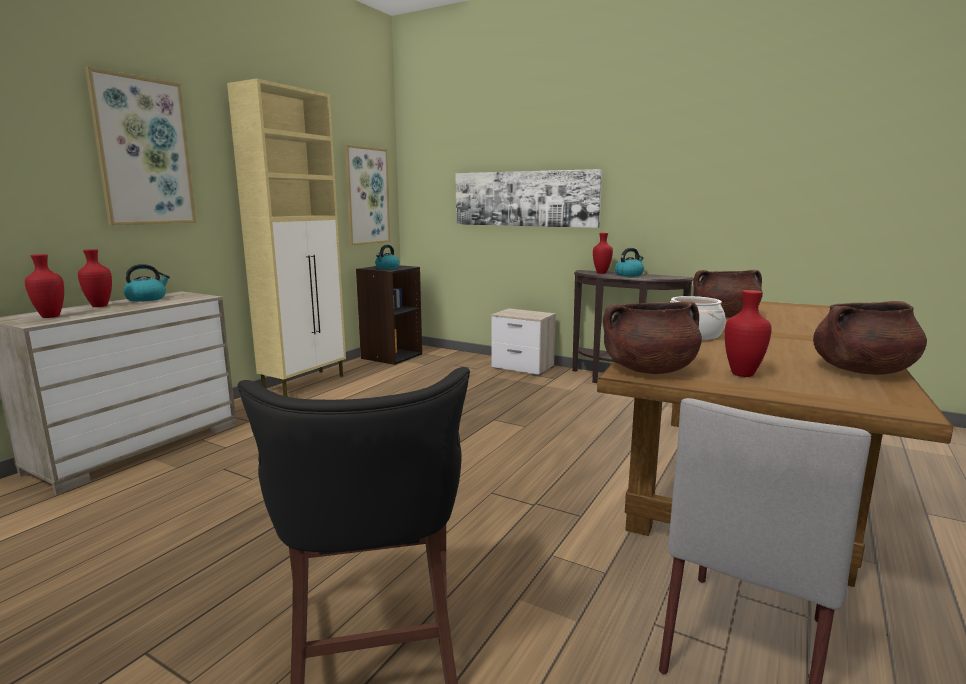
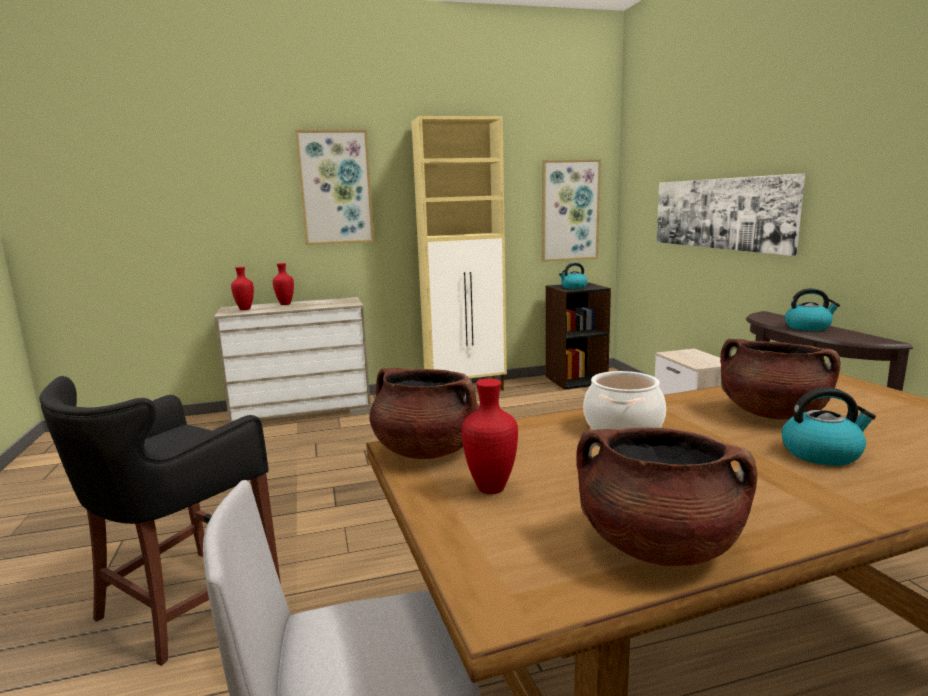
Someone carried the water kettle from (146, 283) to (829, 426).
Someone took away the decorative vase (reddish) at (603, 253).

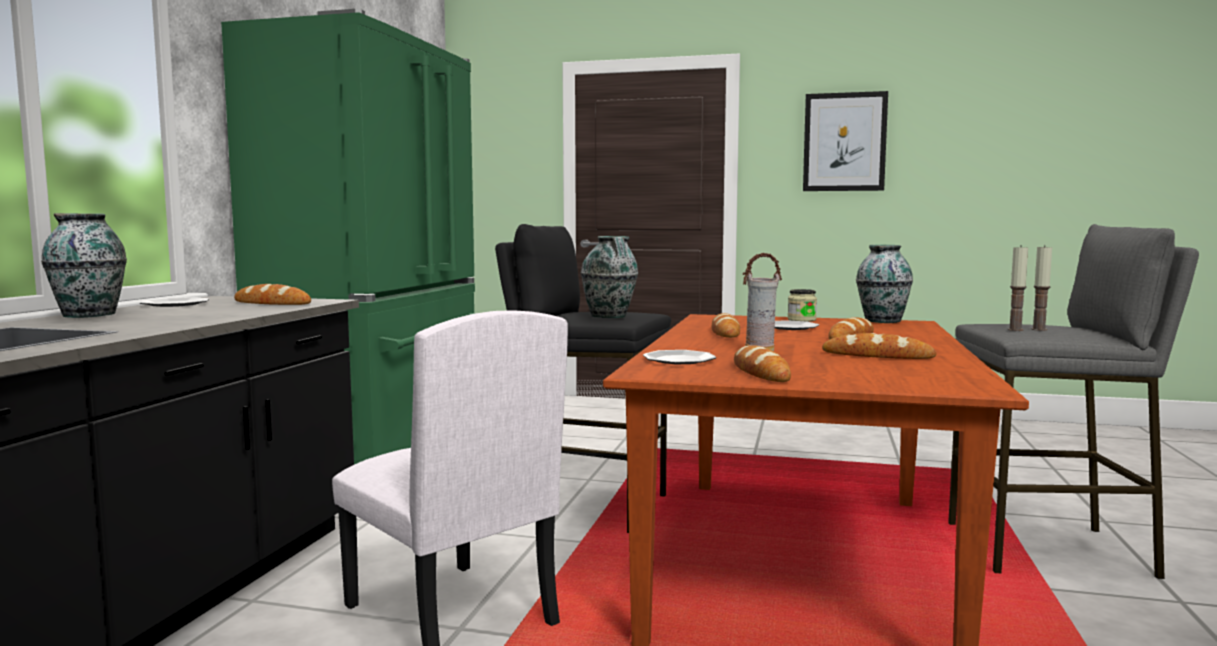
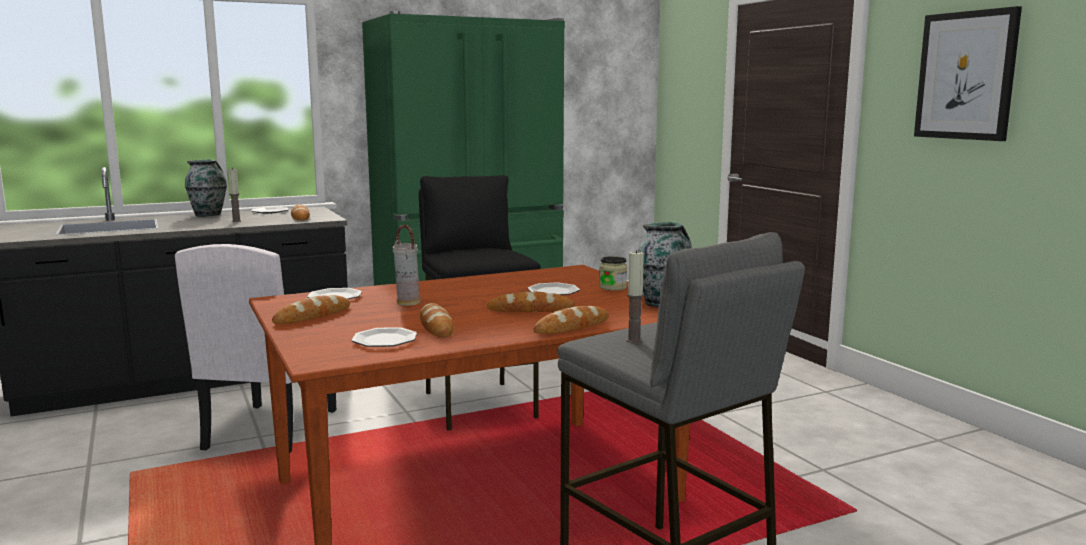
Someone took away the decorative vase at (609, 277).
Someone carried the bakery bread from (726, 325) to (571, 320).
Someone carried the wax light from (1018, 288) to (234, 195).
Someone put down the dinner plate at (384, 337).

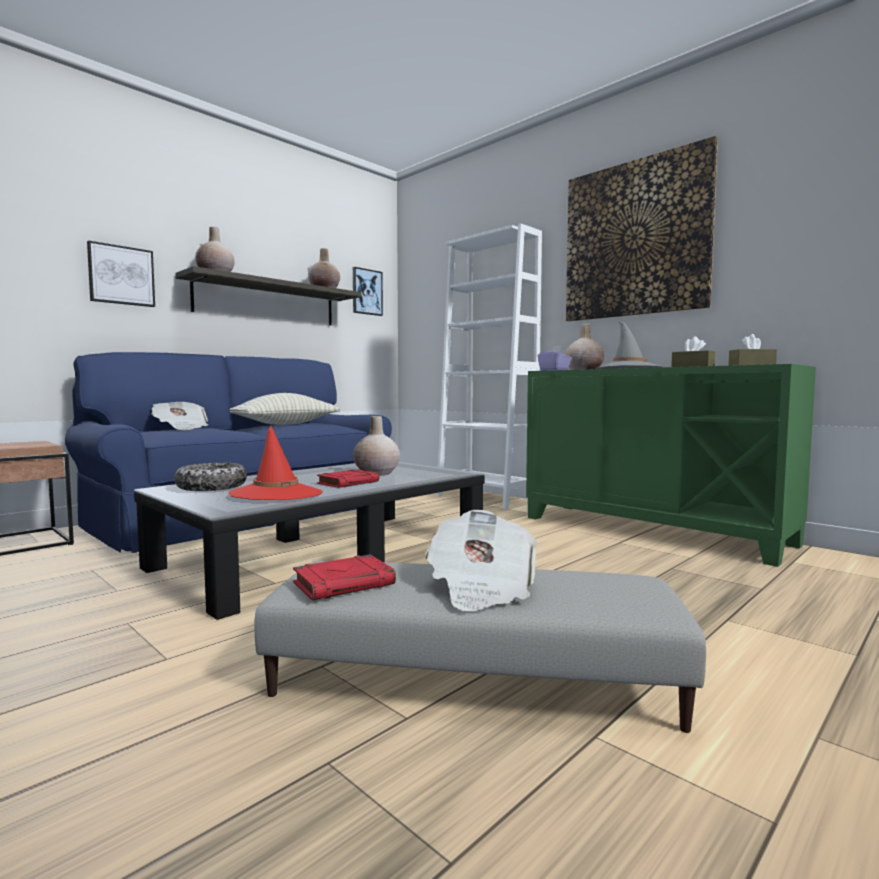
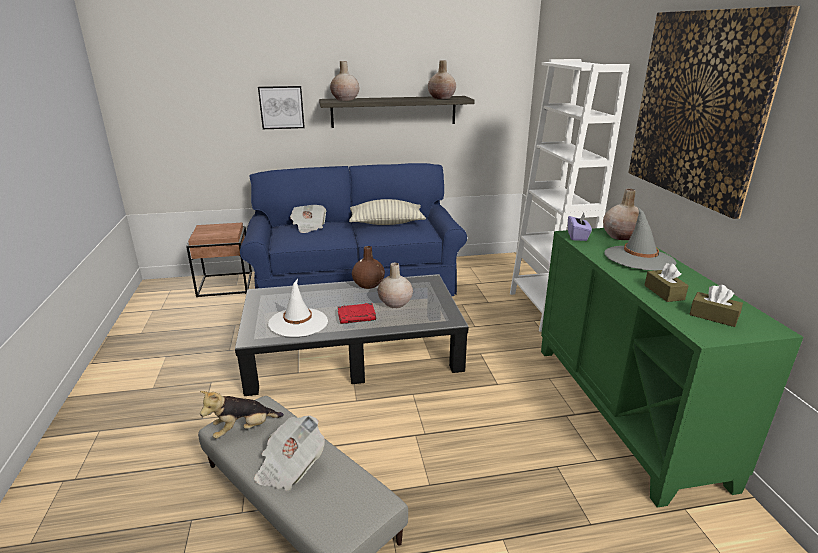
Someone took away the deep dish at (210, 477).
Someone repainted the wearable hat (reddish) at (275, 463), which became the wearable hat (whitish) at (298, 308).
Someone swapped the volume (reddish) at (344, 578) for the cuddly toy at (242, 415).
Someone took away the wall picture at (368, 291).
Someone put down the decorative vase (brown-coloured) at (368, 267).

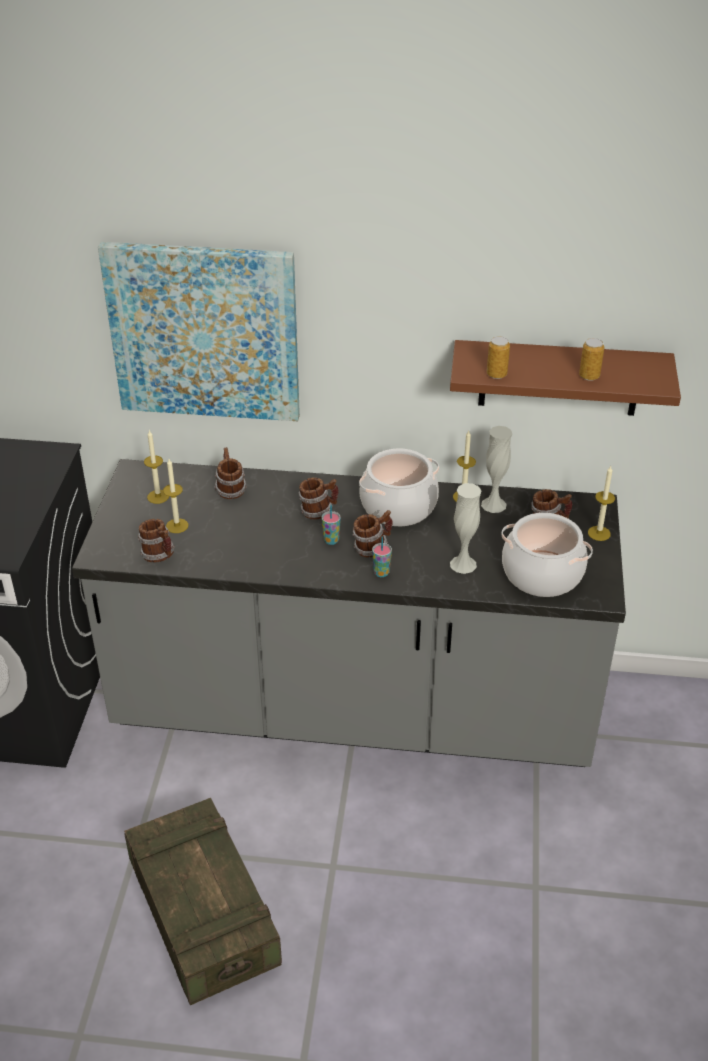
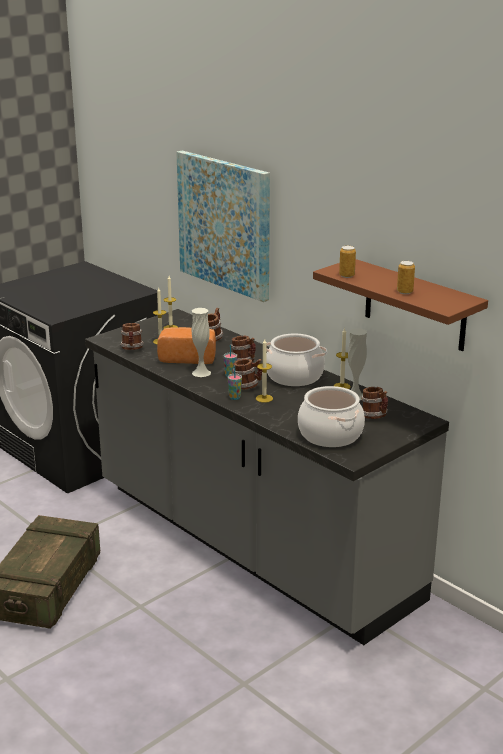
Someone carried the decorative vase (whitish) from (465, 528) to (201, 342).
Someone carried the wax light from (601, 503) to (264, 371).
Someone put down the bakery bread at (186, 345).

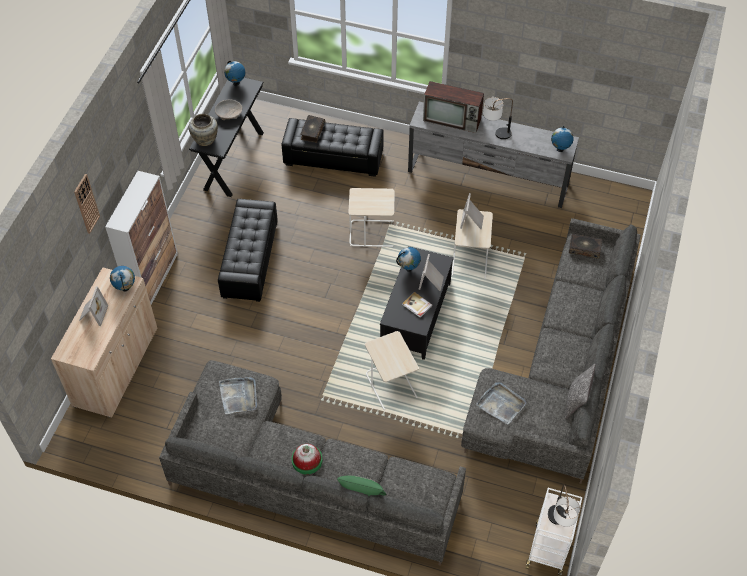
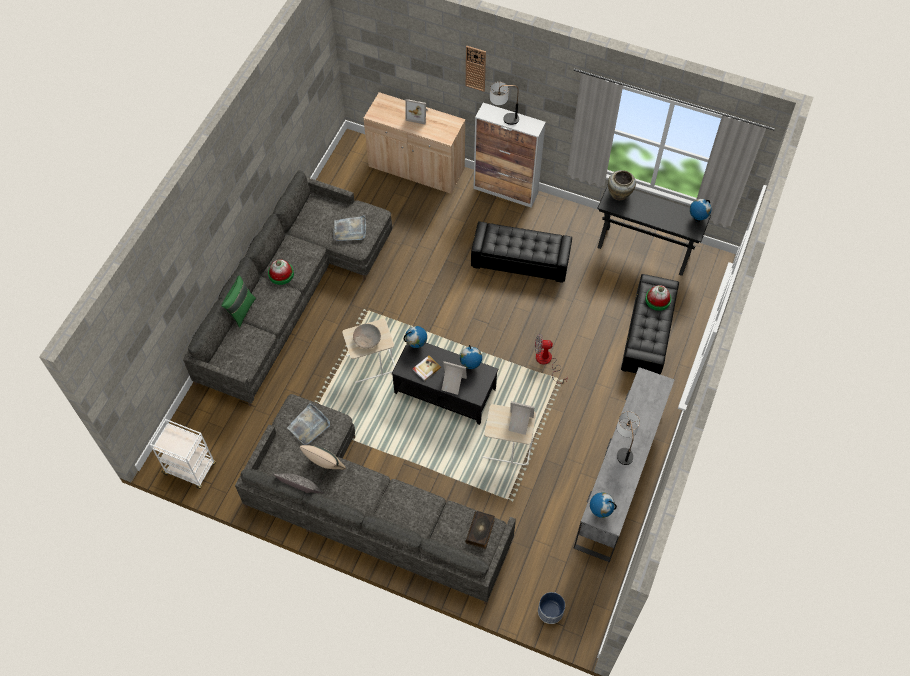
Someone carried the desk globe from (122, 279) to (415, 337).
Someone carried the deep dish (beige-coloured) from (228, 110) to (367, 336).
Someone swapped the volume at (312, 129) for the wearable hat at (658, 298).
Someone swapped the side table (beige-coloured) at (371, 217) for the fan at (551, 359).
Someone took away the television at (453, 107).
Someone carried the tabletop lamp from (564, 505) to (504, 103).
Someone put down the cushion (beige-coloured) at (323, 457).
Someone put down the plant pot at (551, 608).

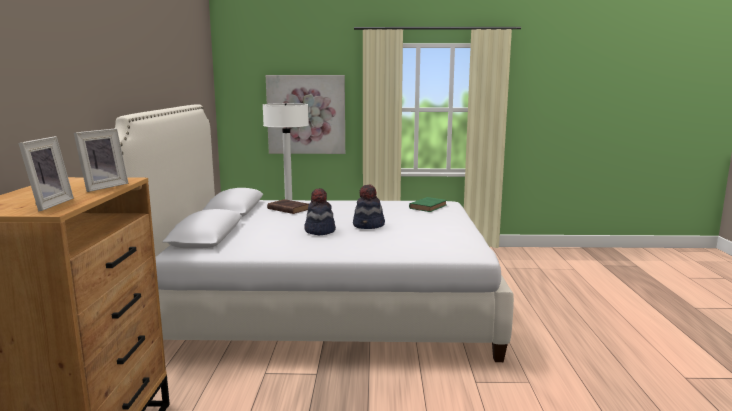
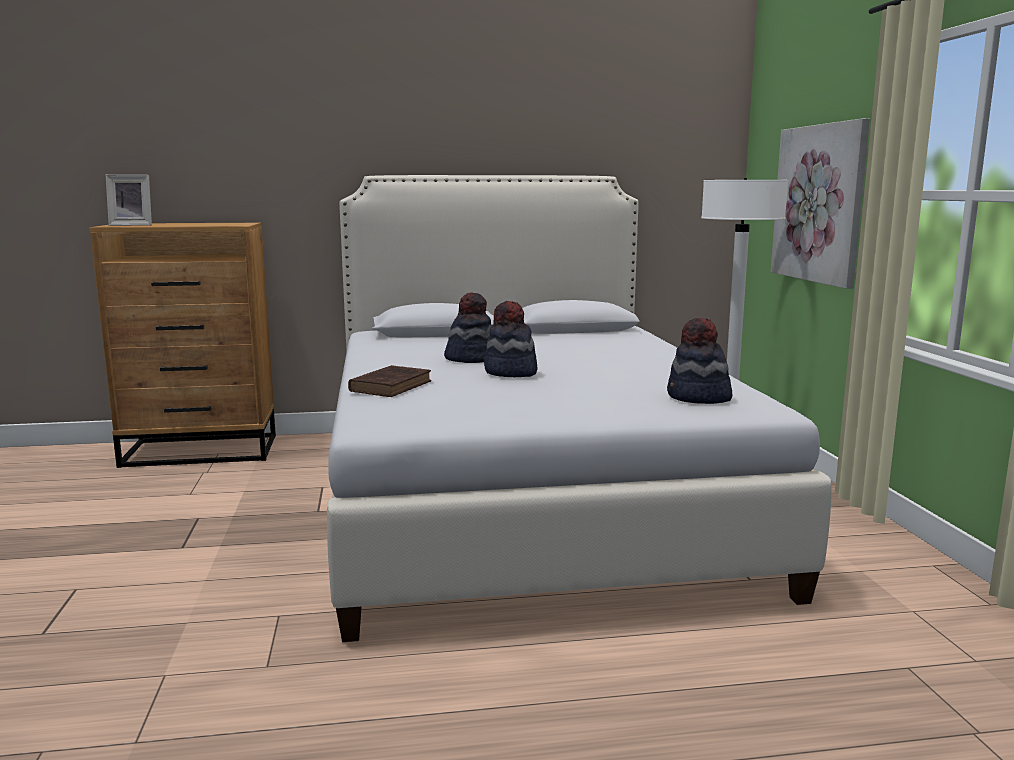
Someone took away the standing frame at (101, 160).
Someone carried the volume (brown-coloured) from (288, 206) to (389, 381).
Someone swapped the volume (green) at (428, 204) for the wearable hat at (700, 361).

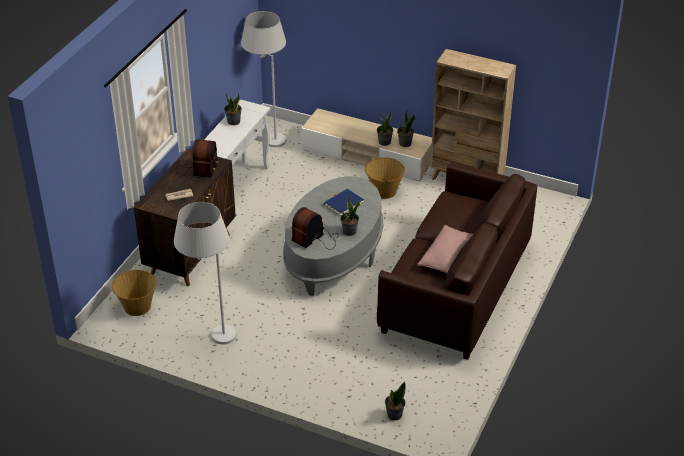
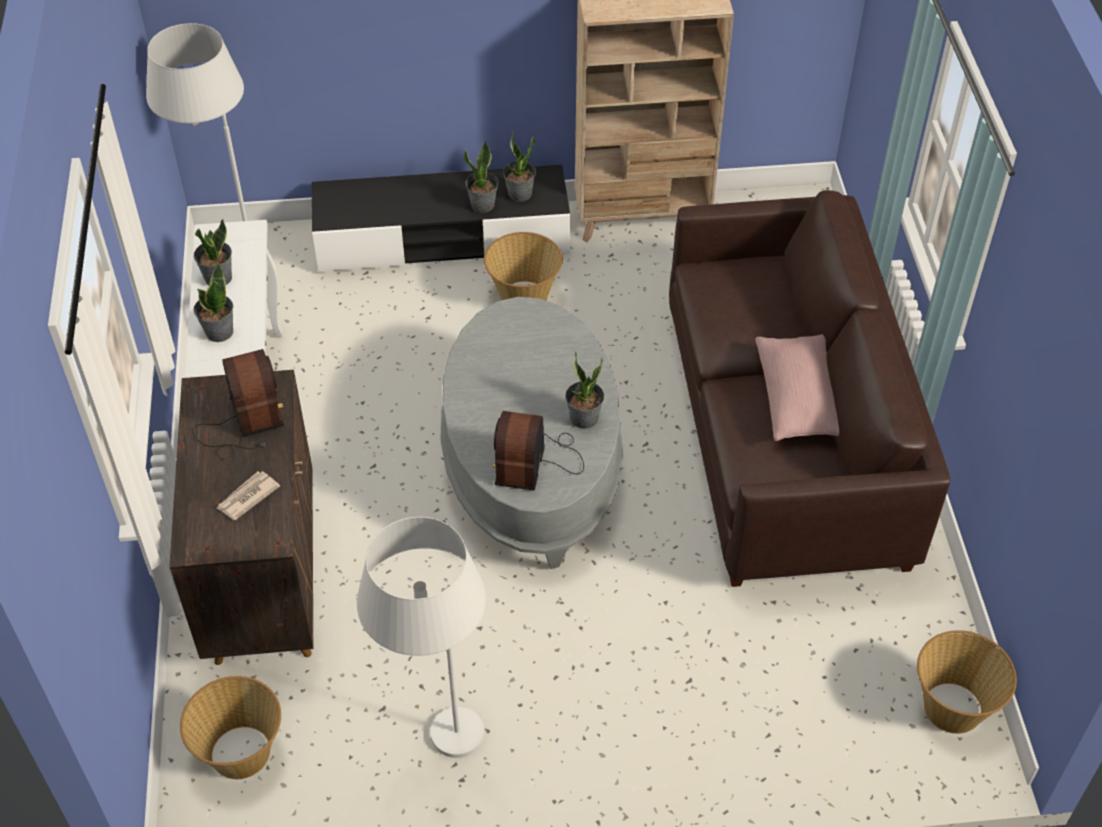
Someone repainted the media console (beige-coloured) at (366, 144), which became the media console (blackish) at (441, 218).
Someone took away the volume (blue) at (344, 202).
Someone carried the plant in a pot from (395, 401) to (213, 302).
Someone put down the basket at (967, 682).

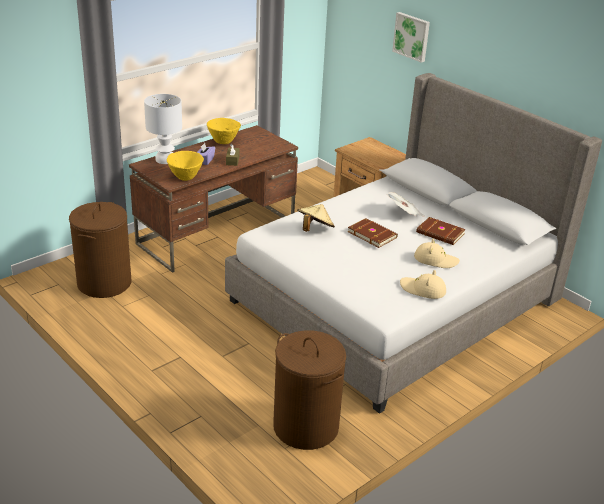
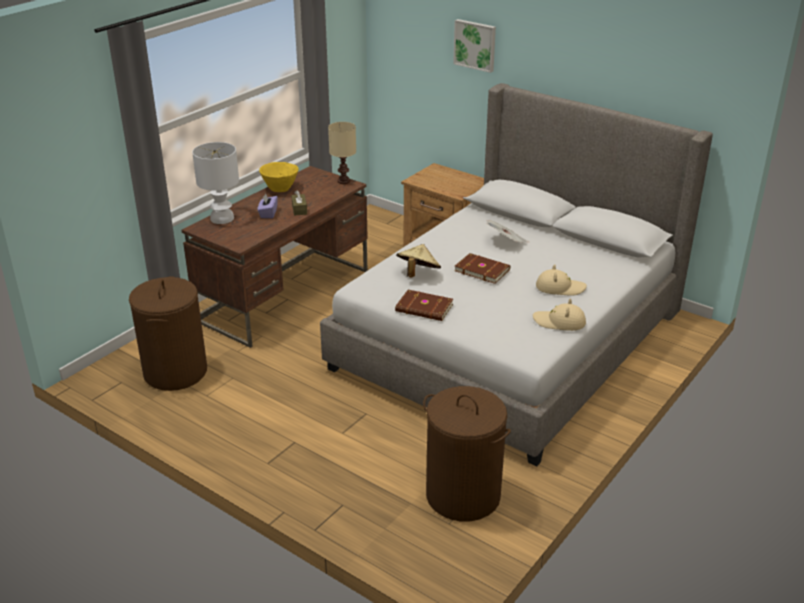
Someone took away the deep dish (yellow) at (185, 166).
Someone carried the volume (brown-coloured) from (441, 231) to (424, 305).
Someone put down the tabletop lamp (beige-coloured) at (342, 153).

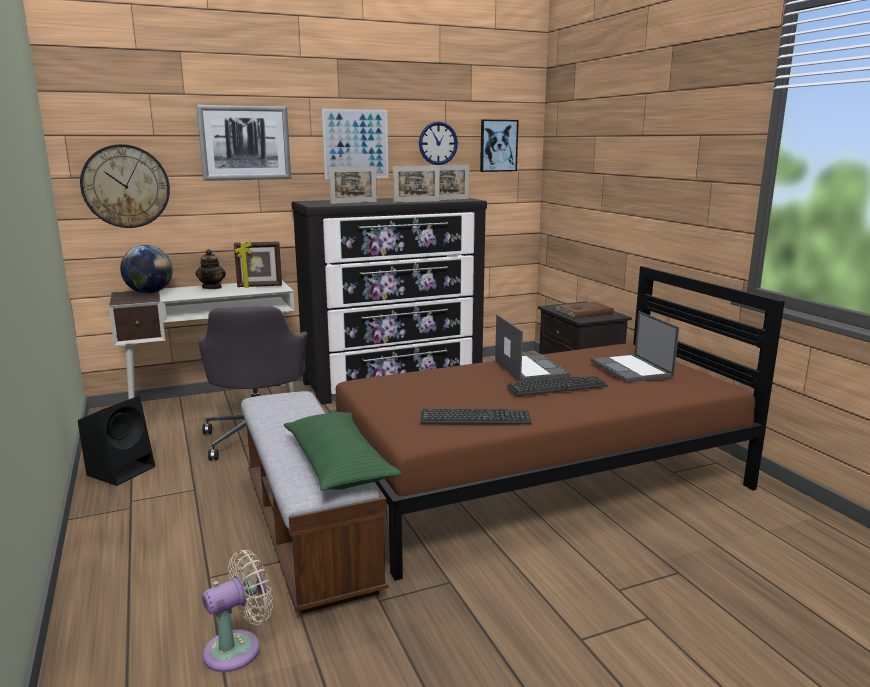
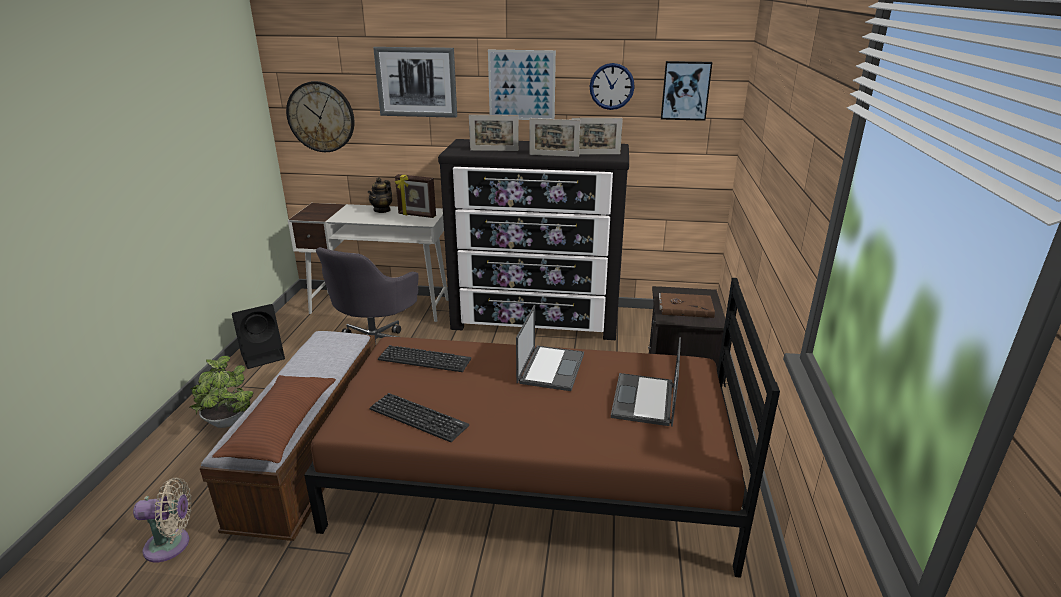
Someone took away the desk globe at (146, 269).
Someone repainted the cushion (green) at (342, 451), which became the cushion (brown-coloured) at (274, 419).
Someone carried the PC keyboard from (557, 386) to (424, 358).
Someone put down the plant in a pot at (221, 391).

